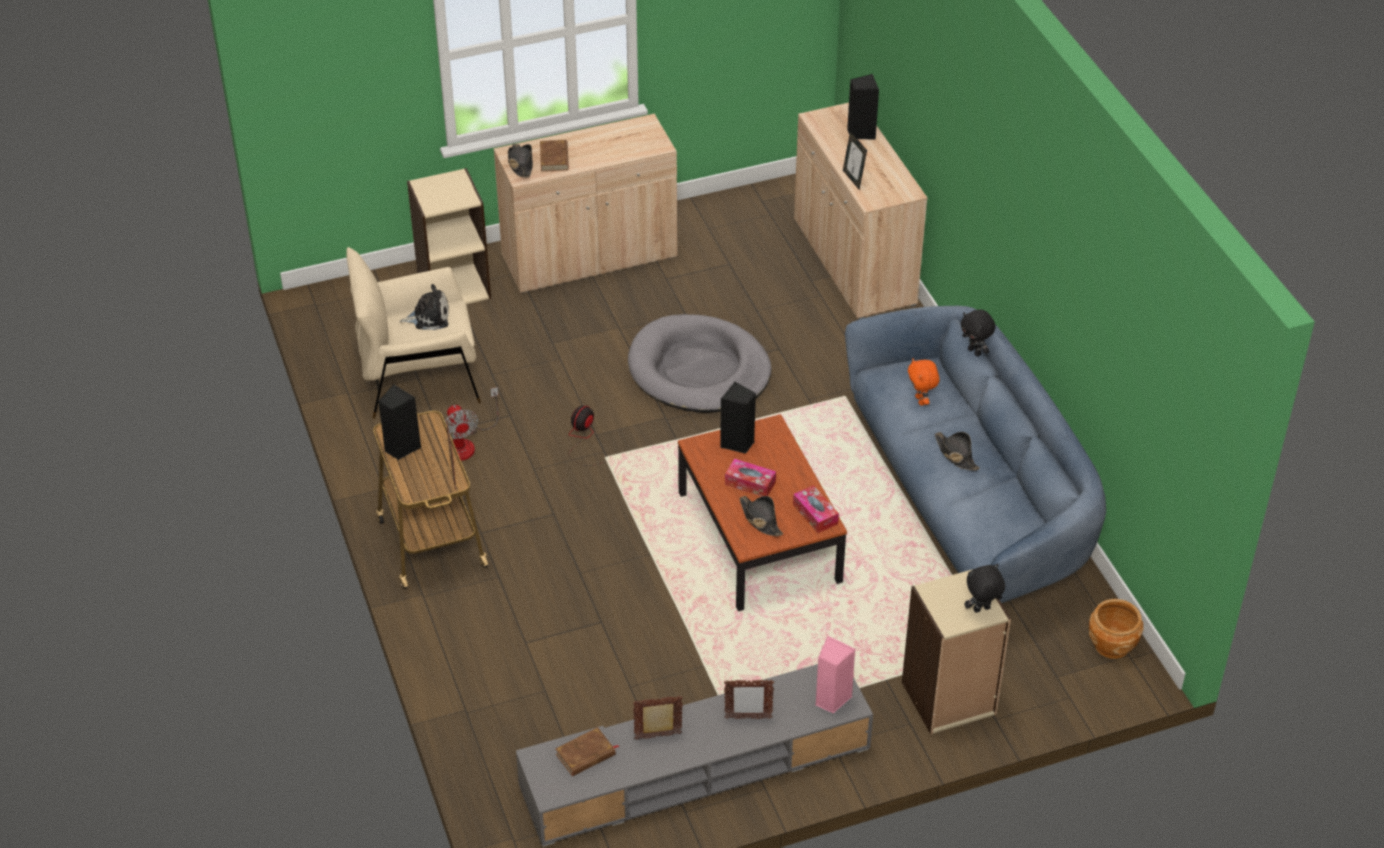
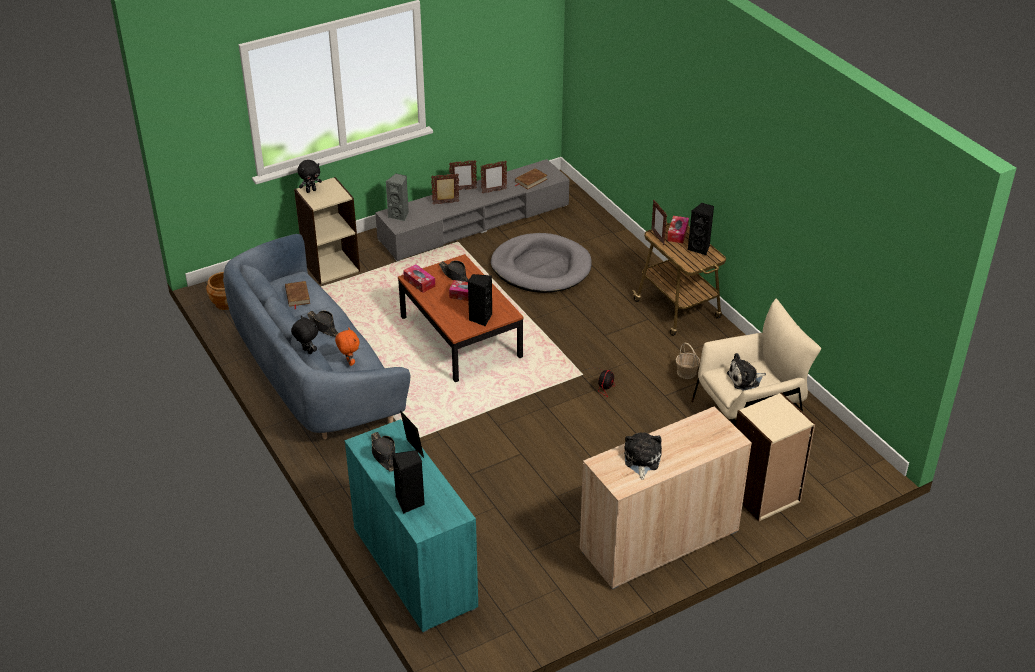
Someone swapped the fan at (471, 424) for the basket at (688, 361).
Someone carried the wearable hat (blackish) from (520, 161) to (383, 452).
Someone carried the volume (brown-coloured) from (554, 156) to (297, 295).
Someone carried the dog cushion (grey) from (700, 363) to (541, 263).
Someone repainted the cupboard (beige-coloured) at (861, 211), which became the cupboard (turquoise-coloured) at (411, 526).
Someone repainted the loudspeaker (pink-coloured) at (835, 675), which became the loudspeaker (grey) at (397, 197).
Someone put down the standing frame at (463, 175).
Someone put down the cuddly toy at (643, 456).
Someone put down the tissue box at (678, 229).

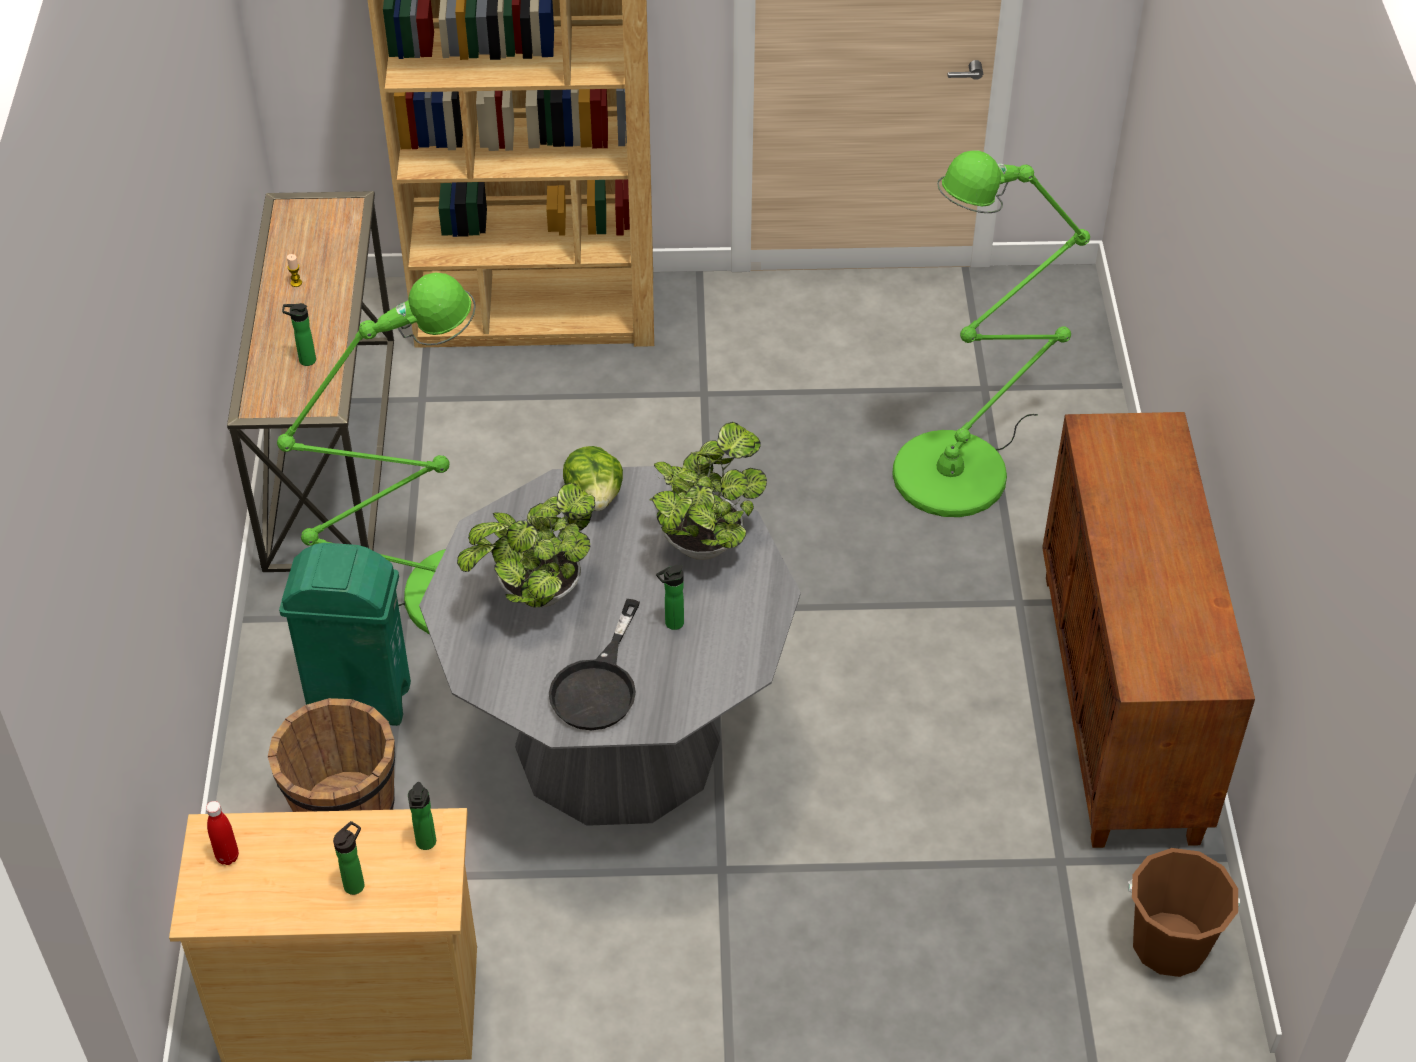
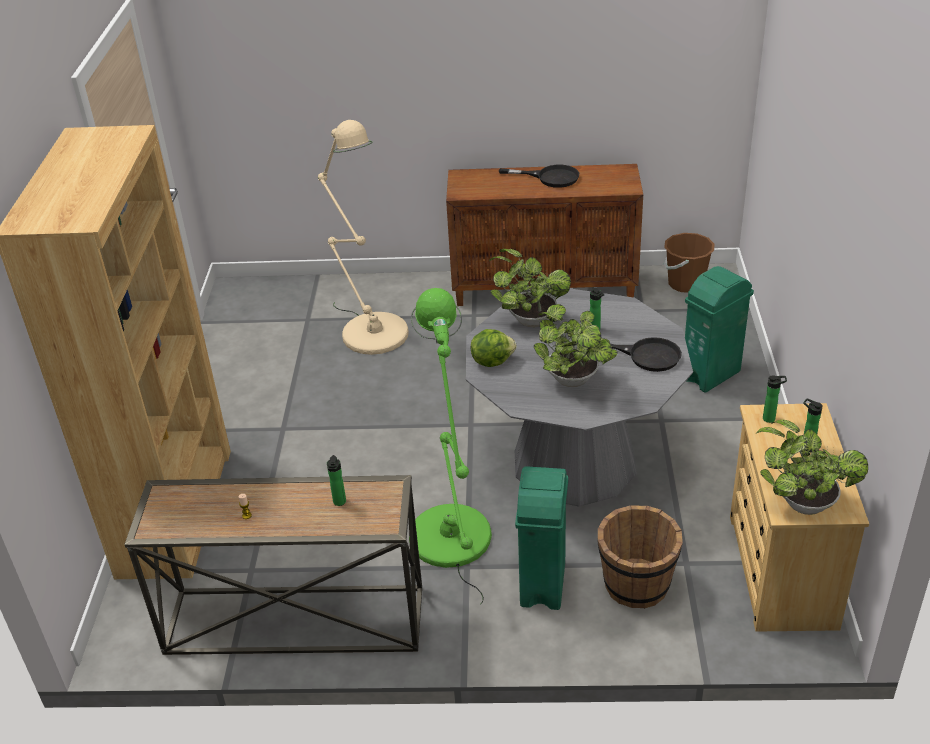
Someone swapped the bottle (reddish) at (222, 833) for the plant in a pot at (812, 467).
Someone repainted the floor lamp (green) at (991, 334), which became the floor lamp (beige-coloured) at (363, 237).
Someone put down the pan (blackish) at (539, 176).
Someone put down the waste bin (green) at (719, 329).

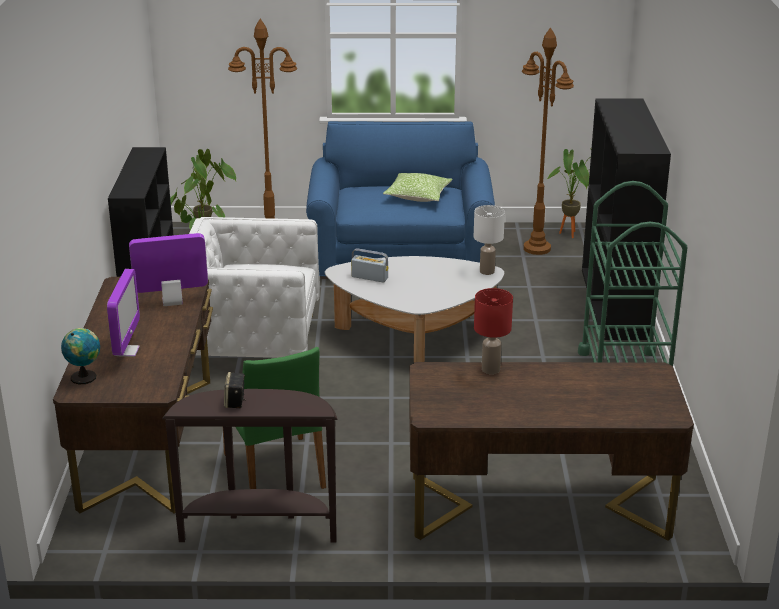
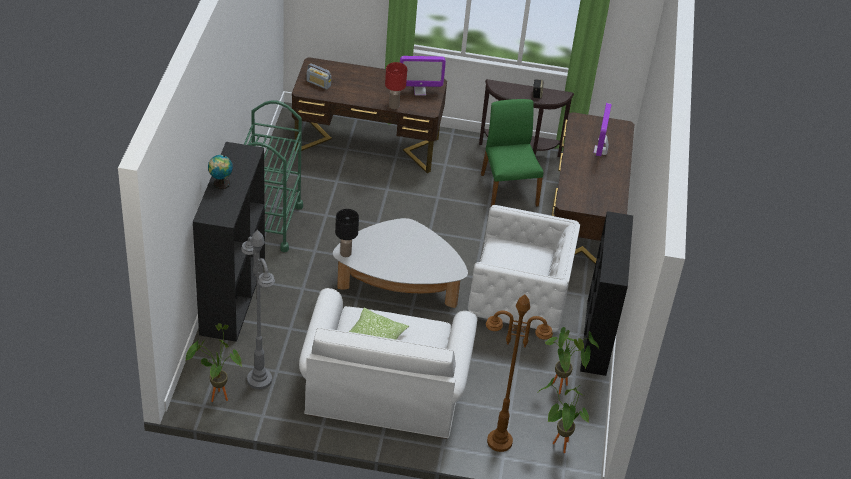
Someone carried the desk globe from (80, 356) to (220, 172).
Someone carried the computer screen from (168, 269) to (423, 76).
Someone repainted the settee (blue) at (400, 200), which became the settee (whitish) at (388, 363).
Someone carried the radio set from (369, 265) to (319, 76).
Someone repainted the tabletop lamp (whitish) at (489, 240), which became the tabletop lamp (blackish) at (347, 233).
Someone repainted the floor lamp (brown-coloured) at (548, 141), which became the floor lamp (grey) at (258, 309).

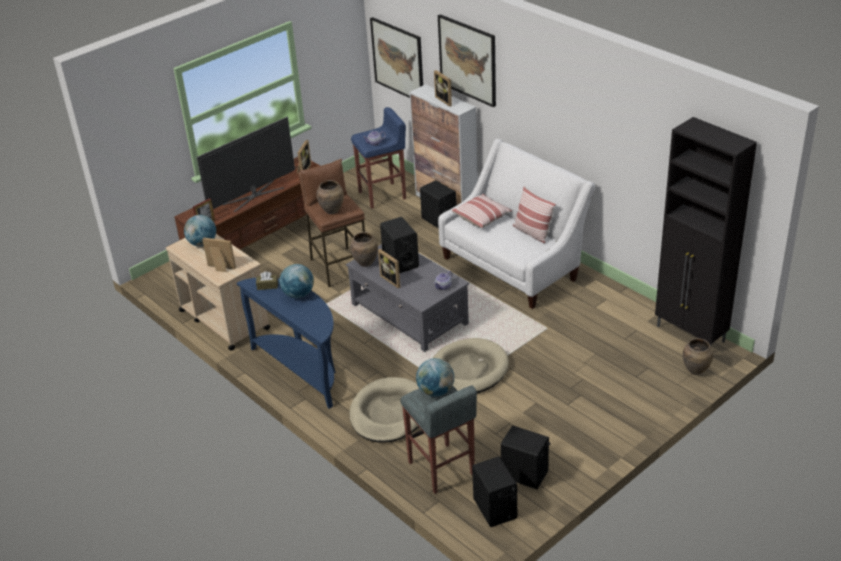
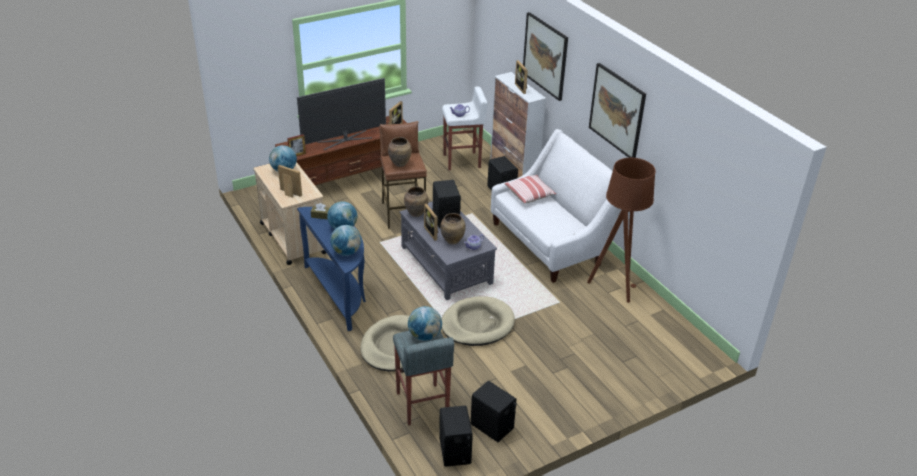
Someone repainted the stool (blue) at (378, 158), which became the stool (whitish) at (465, 128).
Someone carried the wall picture from (396, 57) to (617, 110).
Someone took away the cushion at (534, 215).
Someone took away the cupboard (blackish) at (706, 231).
Someone carried the decorative vase (brown-coloured) from (698, 356) to (453, 229).
Someone put down the desk globe at (346, 240).
Someone put down the floor lamp (brown-coloured) at (621, 230).

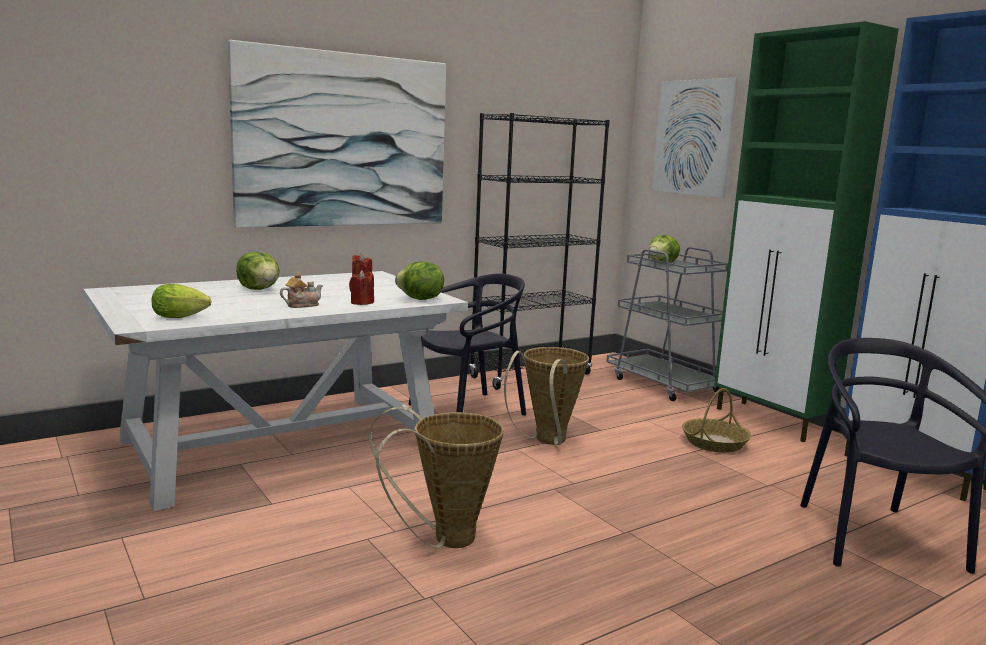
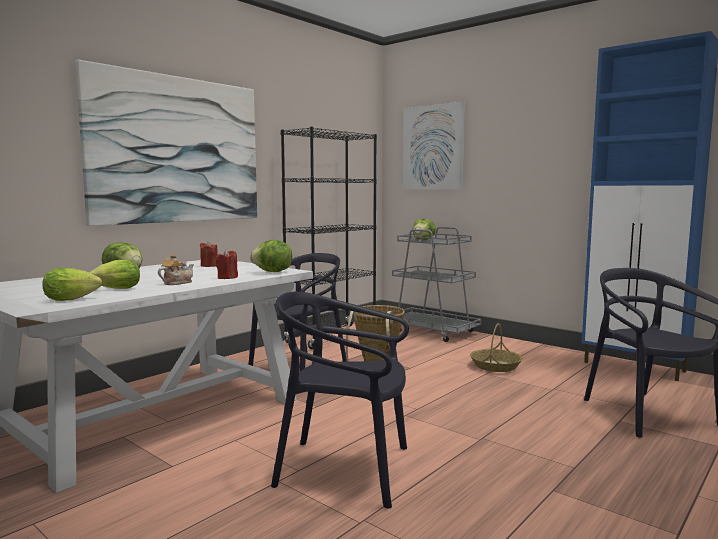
Someone swapped the basket at (436, 477) for the chair (blackish) at (340, 400).
Someone took away the cupboard (green) at (806, 231).
Someone put down the lettuce at (114, 274).

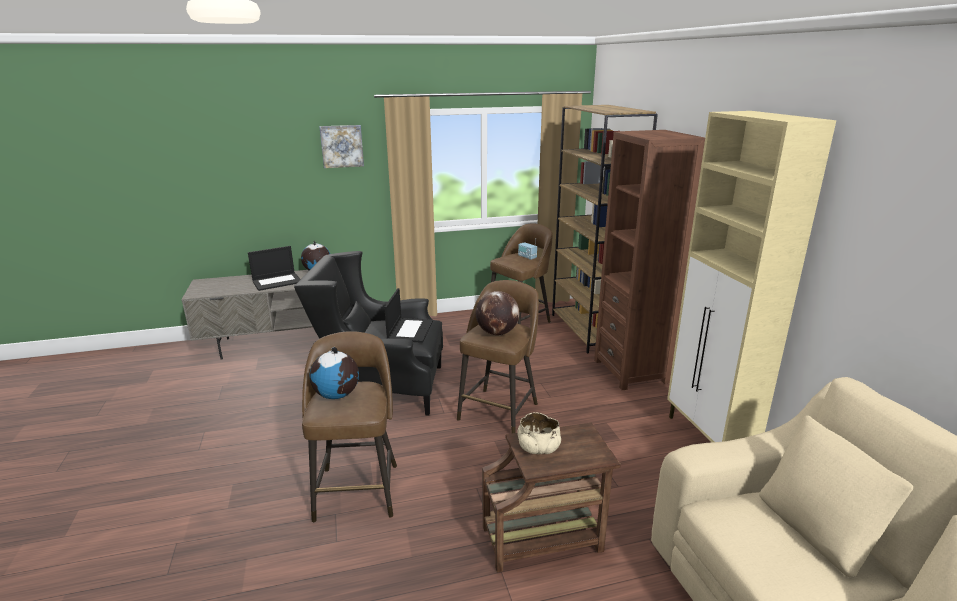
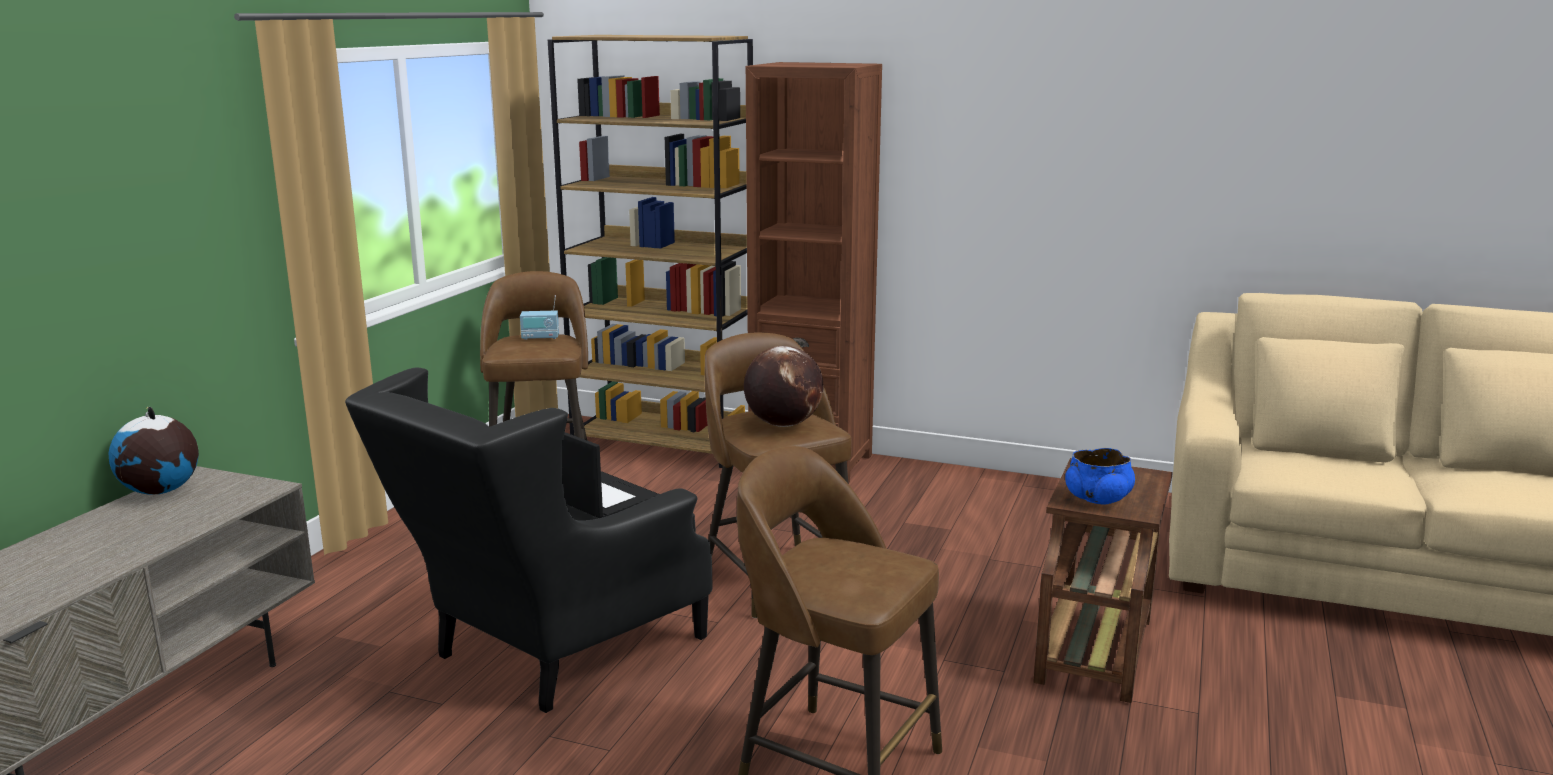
Someone took away the notebook computer at (274, 268).
Someone took away the desk globe at (334, 373).
Someone took away the wall picture at (341, 146).
Someone repainted the deep dish (beige-coloured) at (539, 433), which became the deep dish (blue) at (1100, 476).
Someone took away the cupboard (beige-coloured) at (751, 276).

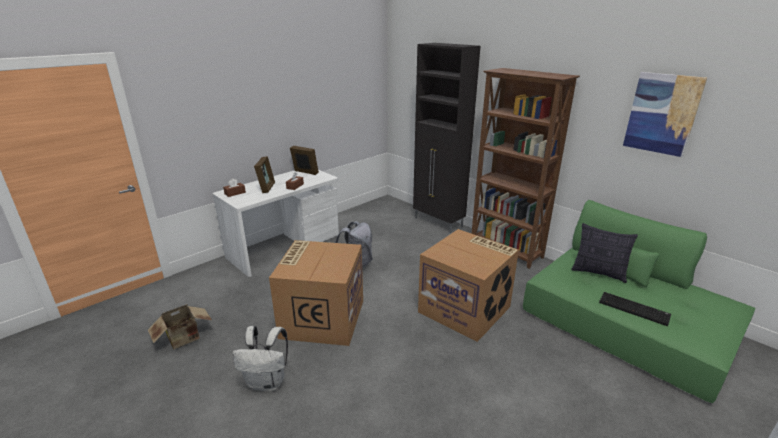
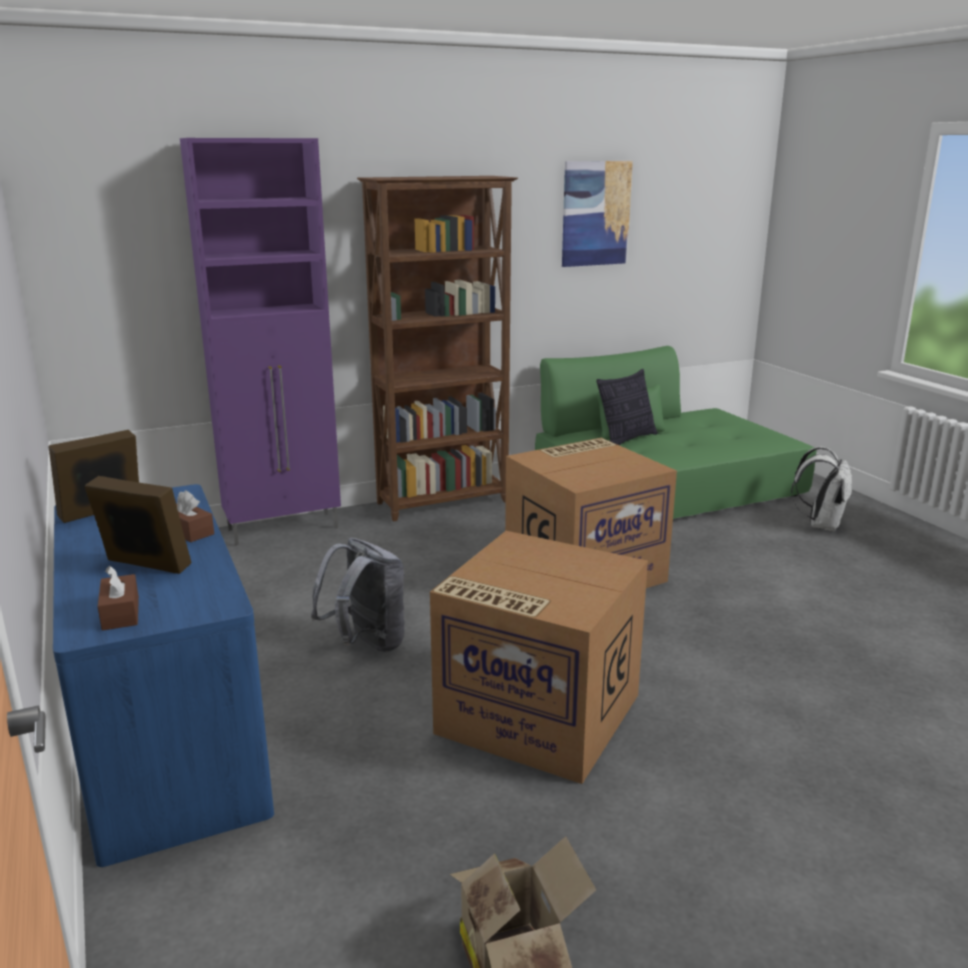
Someone repainted the desk unit (whitish) at (276, 223), which became the desk unit (blue) at (163, 675).
Someone carried the knapsack (whitish) from (260, 358) to (821, 489).
Someone repainted the cupboard (blackish) at (447, 138), which became the cupboard (purple-coloured) at (260, 342).
Someone took away the PC keyboard at (635, 309).

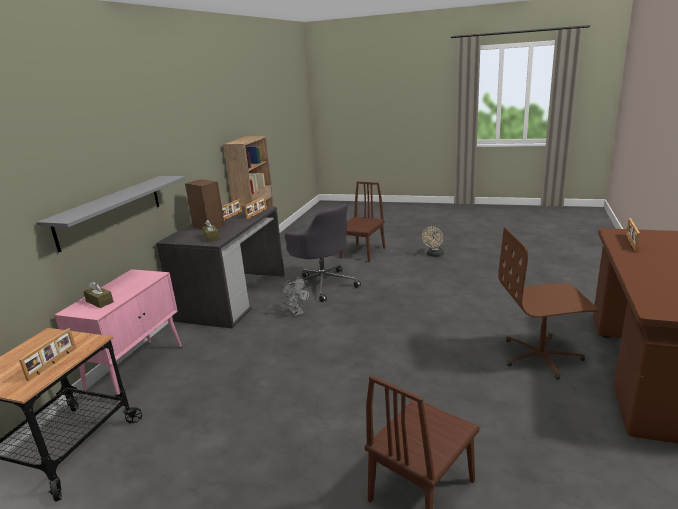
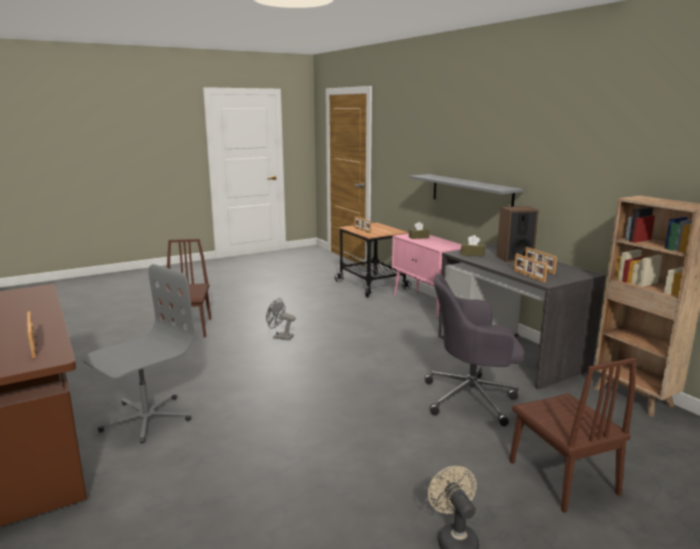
Someone carried the fan (grey) from (296, 296) to (280, 319).
Someone repainted the computer chair (brown-coloured) at (548, 304), which became the computer chair (grey) at (139, 354).

